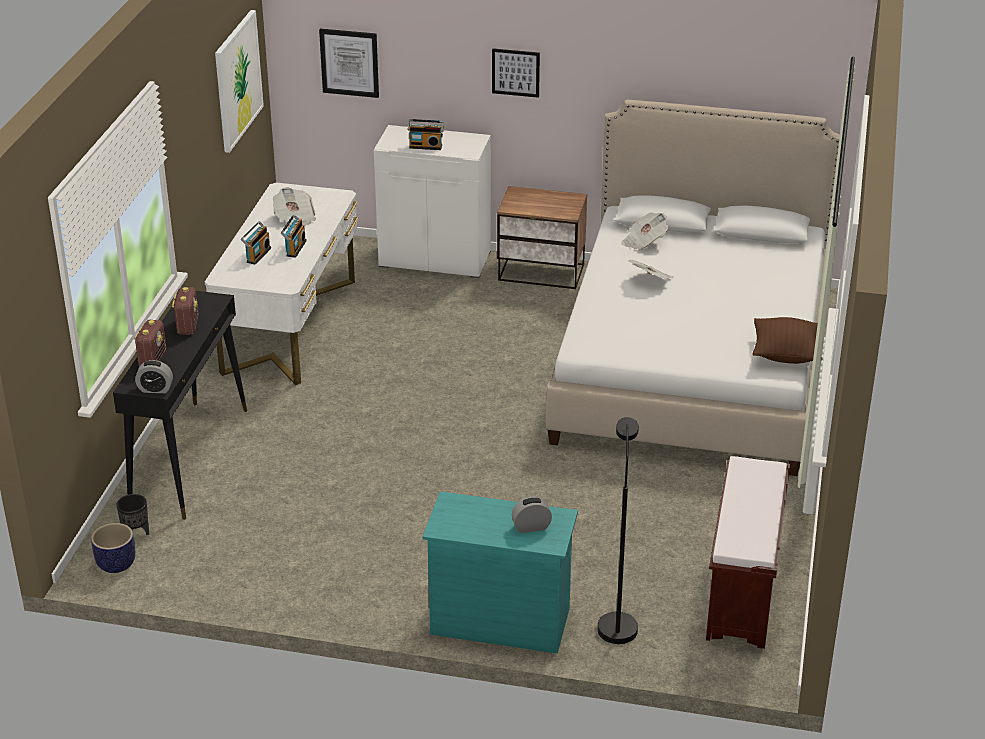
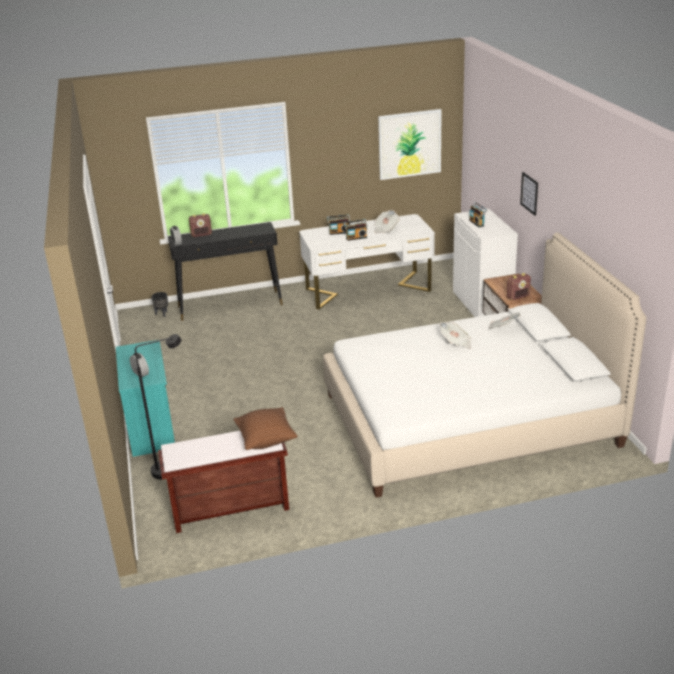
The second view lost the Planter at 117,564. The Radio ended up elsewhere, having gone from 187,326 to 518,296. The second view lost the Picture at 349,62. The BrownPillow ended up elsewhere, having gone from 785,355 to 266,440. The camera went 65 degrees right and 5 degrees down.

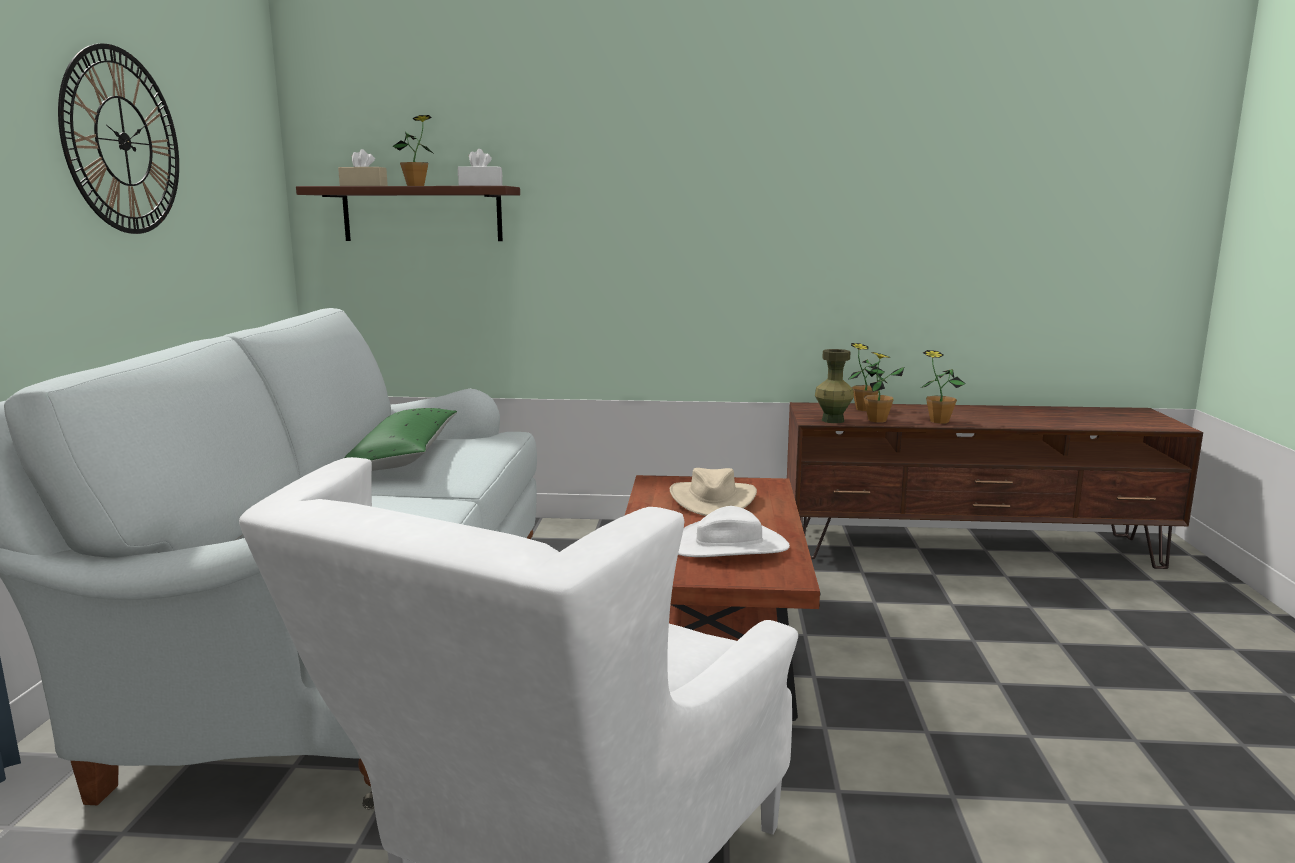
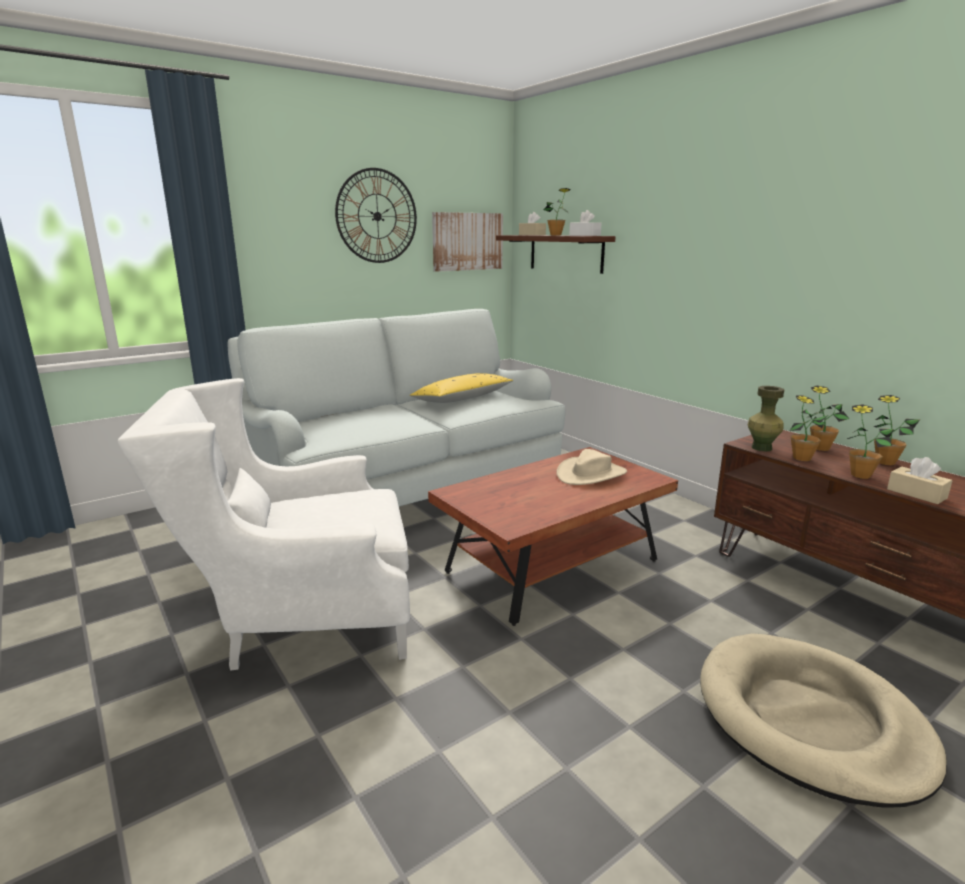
What was the GreenPillow at 402,457 turned into the YellowPillow at 462,399. The second view lost the WhiteHat at 729,546. The second view gained the Picture at 467,241. The second view gained the BeigeDogBed at 809,721. The second view gained the PottedPlant at 885,462. The second view gained the BeigeTissueBox at 916,493. The camera went 50 degrees right and 5 degrees up.

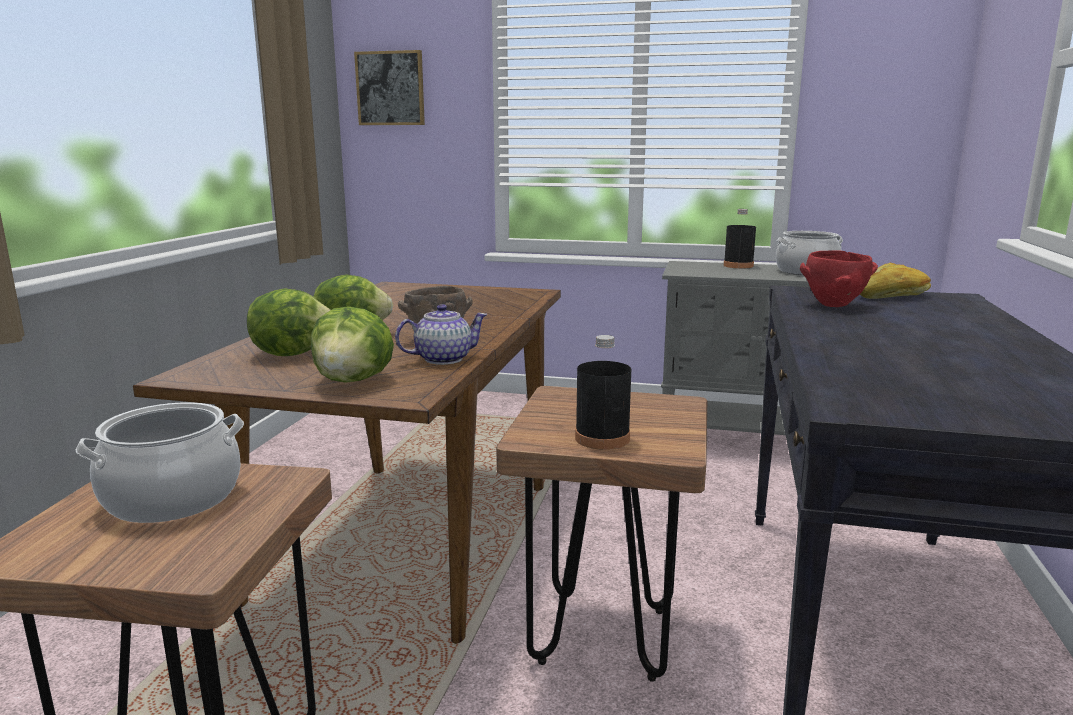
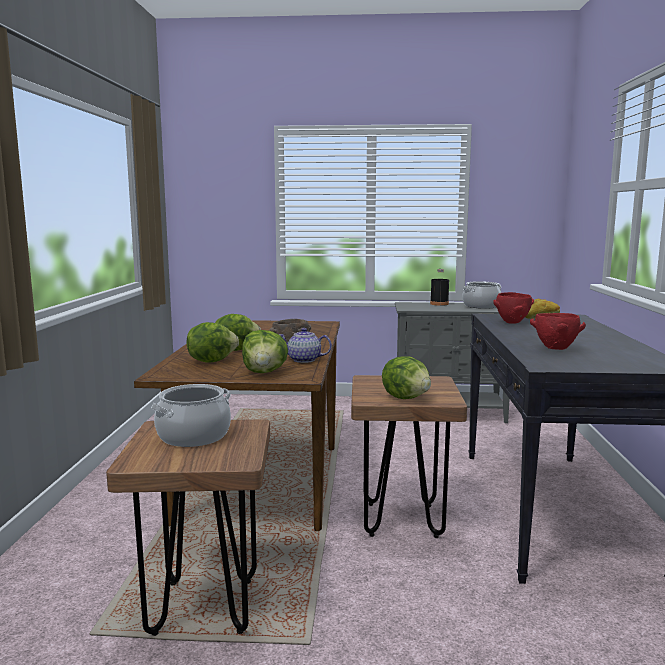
The second view lost the Picture at 390,88. The Teapot at 442,359 ended up facing another way, 135 degrees counterclockwise from before. Where the BlackBottle stood at 602,438, the Lettuce came to stand at 406,397. The second view gained the RedBowl at 556,349. The camera went 10 degrees left and 5 degrees down.

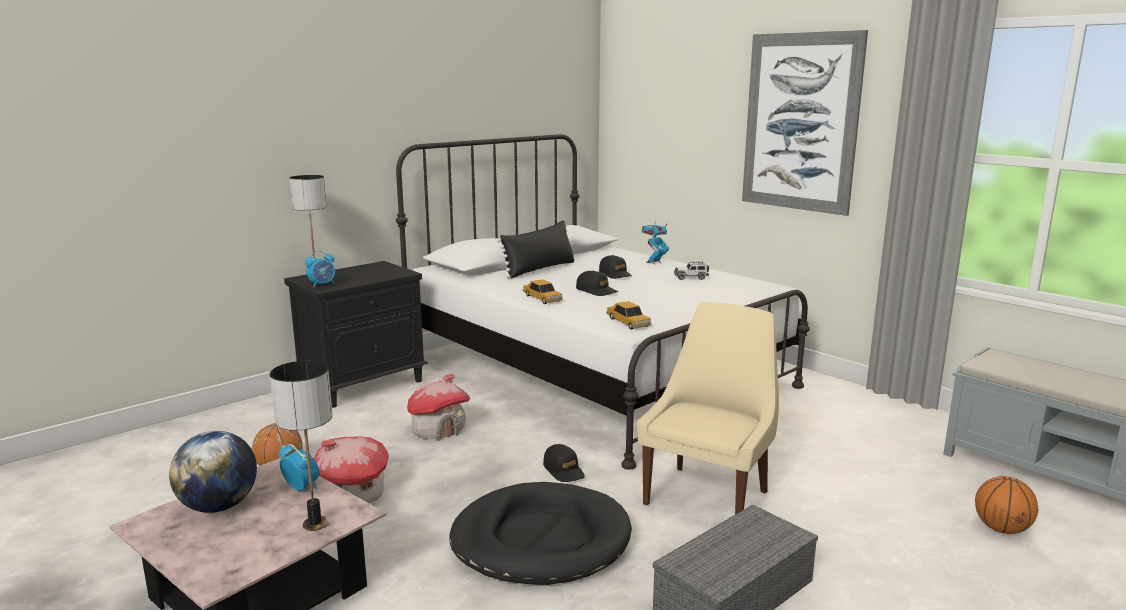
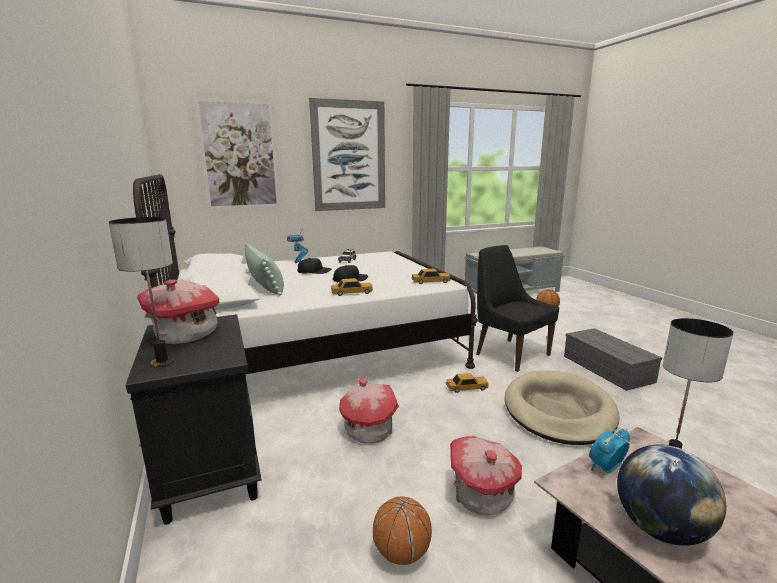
The second view lost the AlarmClock at 322,285. What was the BlackDogBed at 540,540 turned into the BeigeDogBed at 558,411. What was the BlackPillow at 539,269 turned into the GreenPillow at 265,285. Where the BlackCap stood at 564,470, the ToyCar came to stand at 467,388. What was the BeigeChair at 708,496 turned into the BlackChair at 510,354. The second view gained the ToyHouse at 186,334. The second view gained the Picture at 239,155. The camera went 70 degrees left and 0 degrees up.

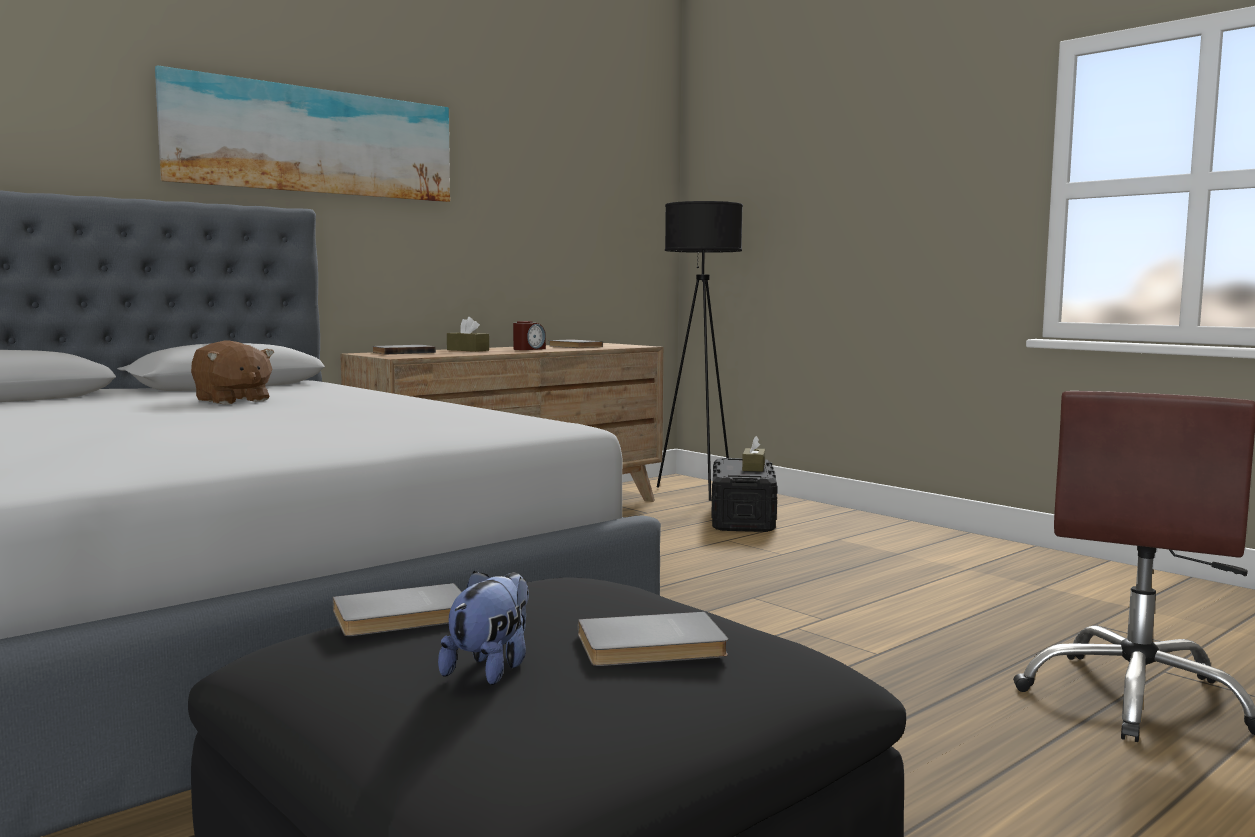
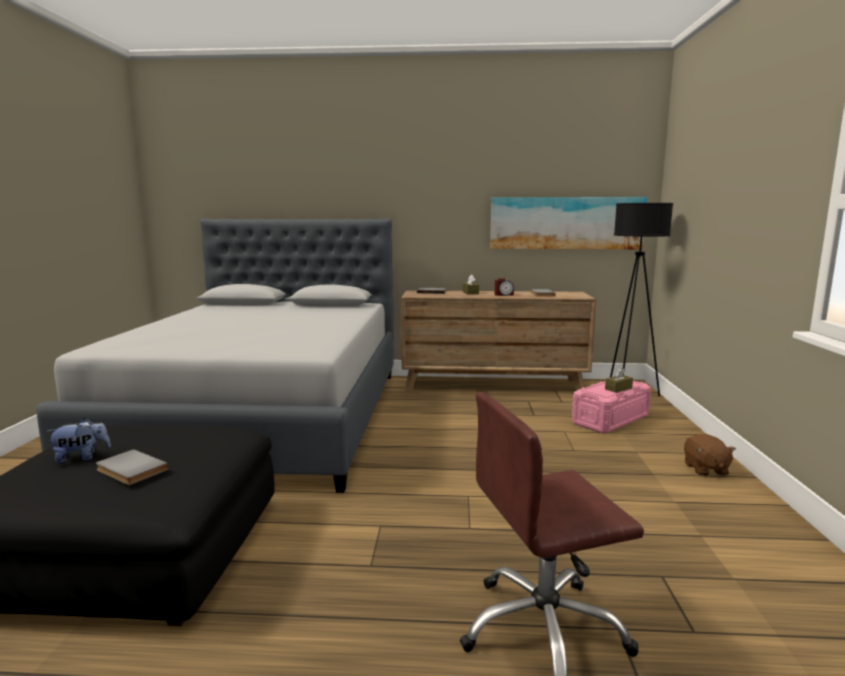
The Picture ended up elsewhere, having gone from 314,141 to 566,223. The BrownPlushToy ended up elsewhere, having gone from 232,401 to 705,469. The second view lost the GreyBook at 403,617. What was the BlackStorageBox at 742,517 turned into the PinkStorageBox at 610,419. The camera went 45 degrees right and 5 degrees up.

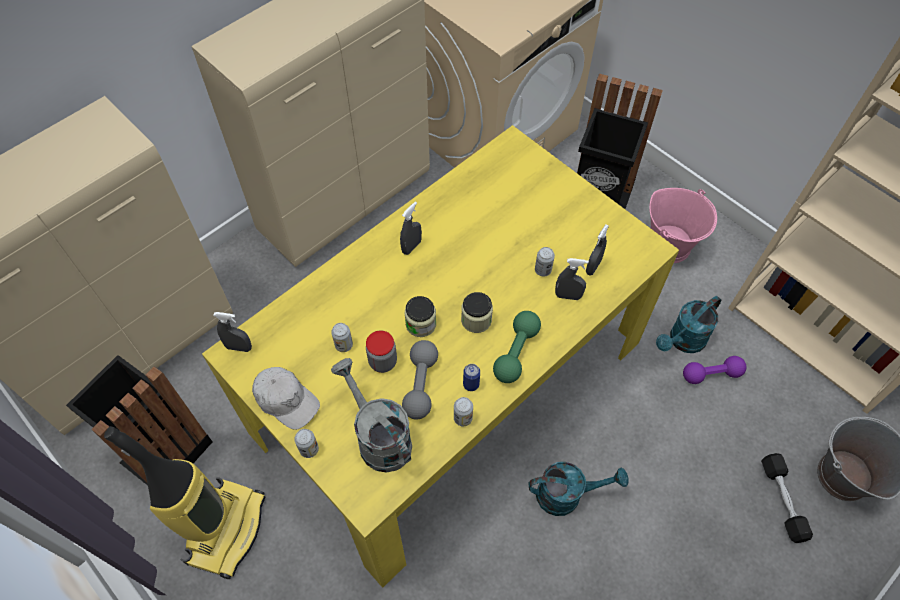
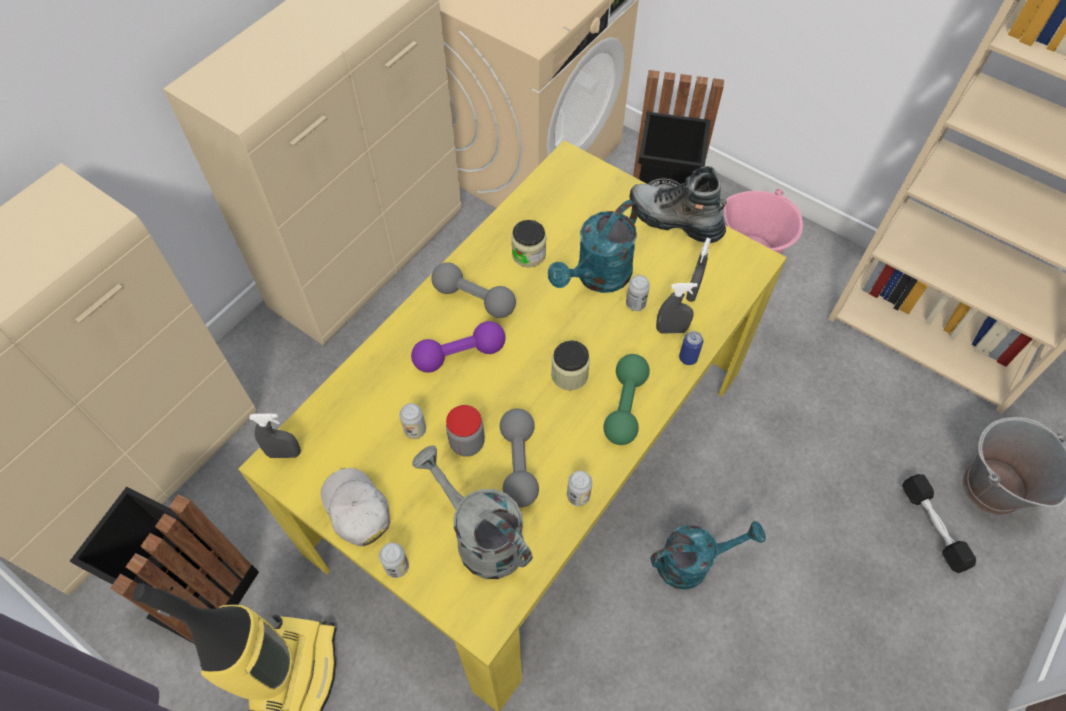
The WhiteCap at 286,400 ended up facing another way, 150 degrees counterclockwise from before. Where the GreySprayBottle stood at 411,247, the GreyDumbbell came to stand at 474,299. The Jar ended up elsewhere, having gone from 421,324 to 529,254. The Can ended up elsewhere, having gone from 471,384 to 688,358. The TurquoiseWateringCan ended up elsewhere, having gone from 683,341 to 597,278. The PurpleDumbbell ended up elsewhere, having gone from 711,374 to 460,355. The second view gained the Boot at 674,220. The camera went 10 degrees left and 0 degrees up.

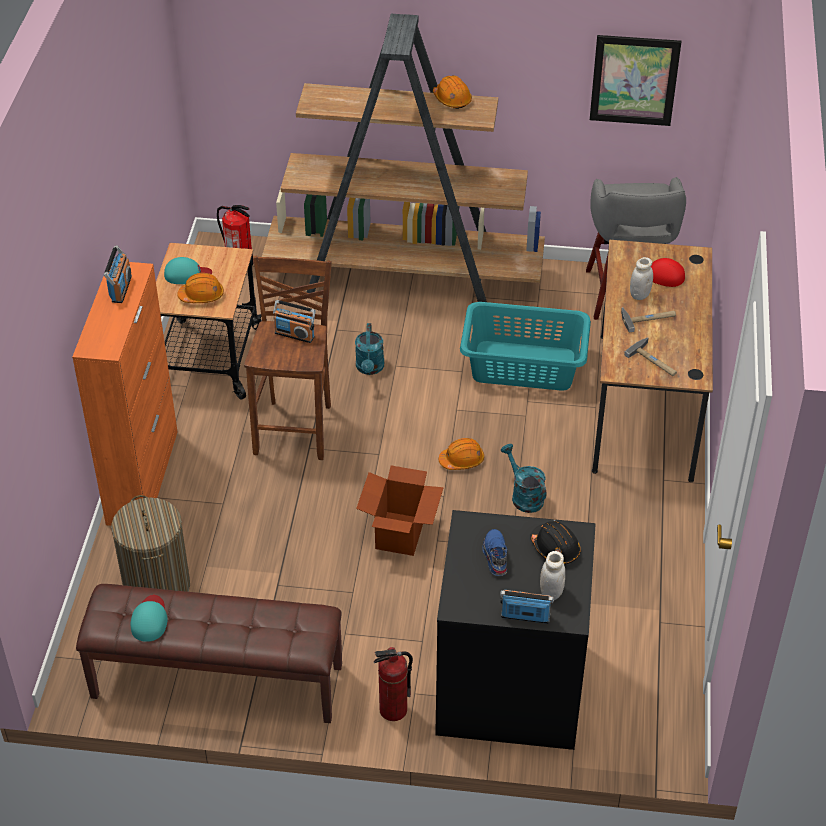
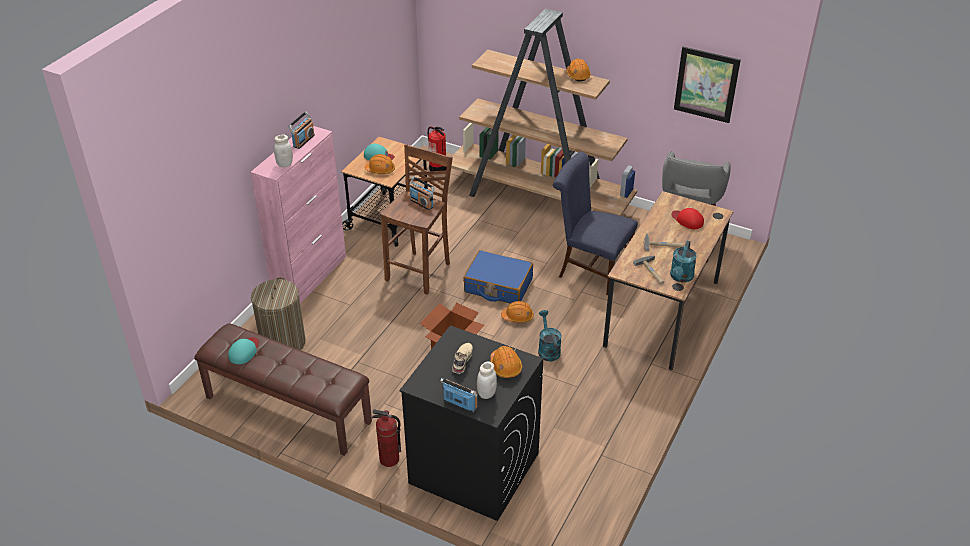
What was the OrangeCabinet at 143,476 turned into the PinkCabinet at 310,277. The TurquoiseWateringCan ended up elsewhere, having gone from 370,368 to 681,277. Where the TurquoiseLaundryBasket stood at 523,365, the BlueChair came to stand at 590,269. What was the BlueShoe at 494,556 turned into the BeigeShoe at 461,360. What was the BlackHardHat at 555,548 turned into the OrangeHardHat at 505,366. The WhiteJar ended up elsewhere, having gone from 639,295 to 285,164. The second view gained the BlueSuitcase at 498,286. The camera went 20 degrees right and 5 degrees down.

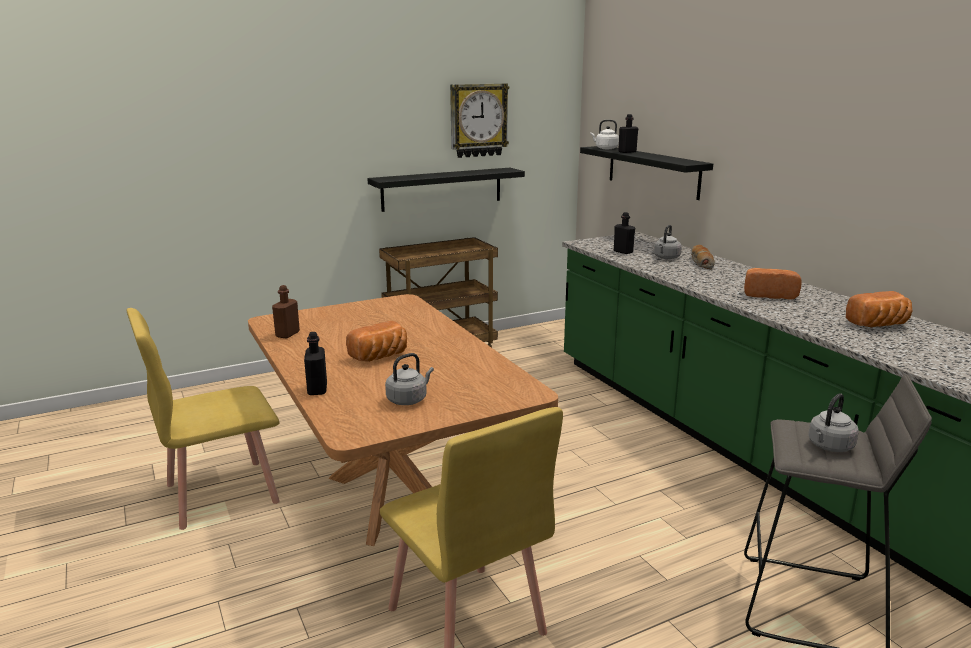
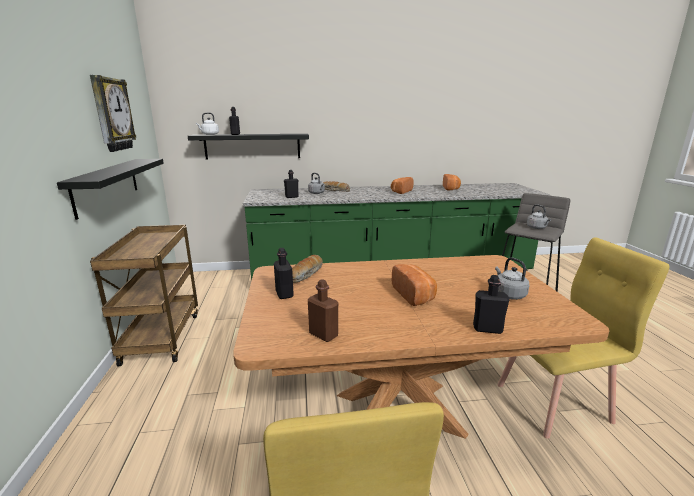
The second view gained the BlackBottle at 284,294. The second view gained the Bread at 306,274. The camera went 70 degrees left and 0 degrees up.

